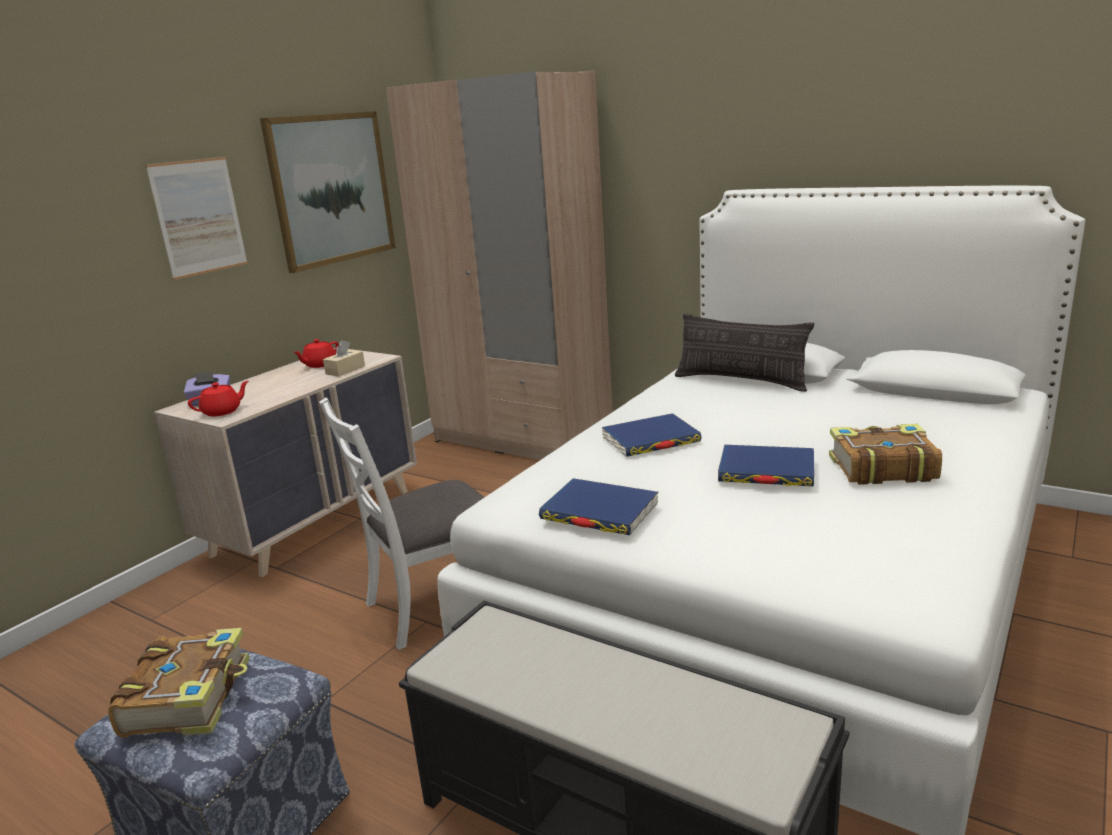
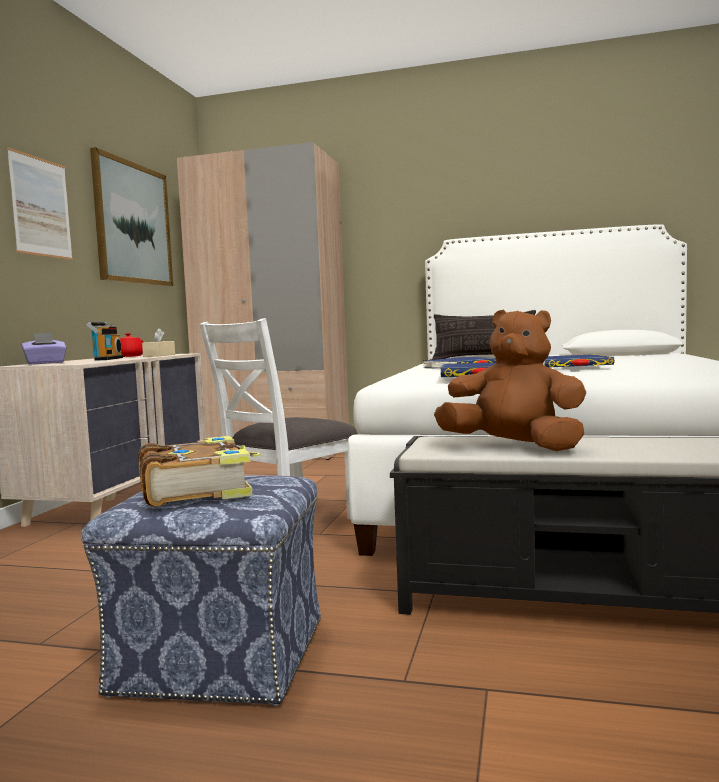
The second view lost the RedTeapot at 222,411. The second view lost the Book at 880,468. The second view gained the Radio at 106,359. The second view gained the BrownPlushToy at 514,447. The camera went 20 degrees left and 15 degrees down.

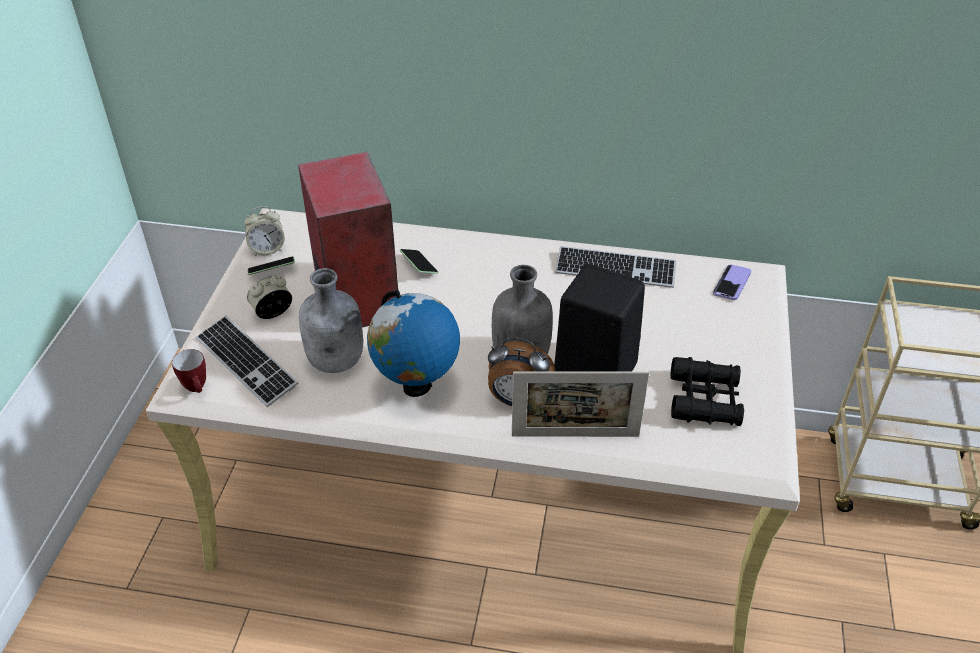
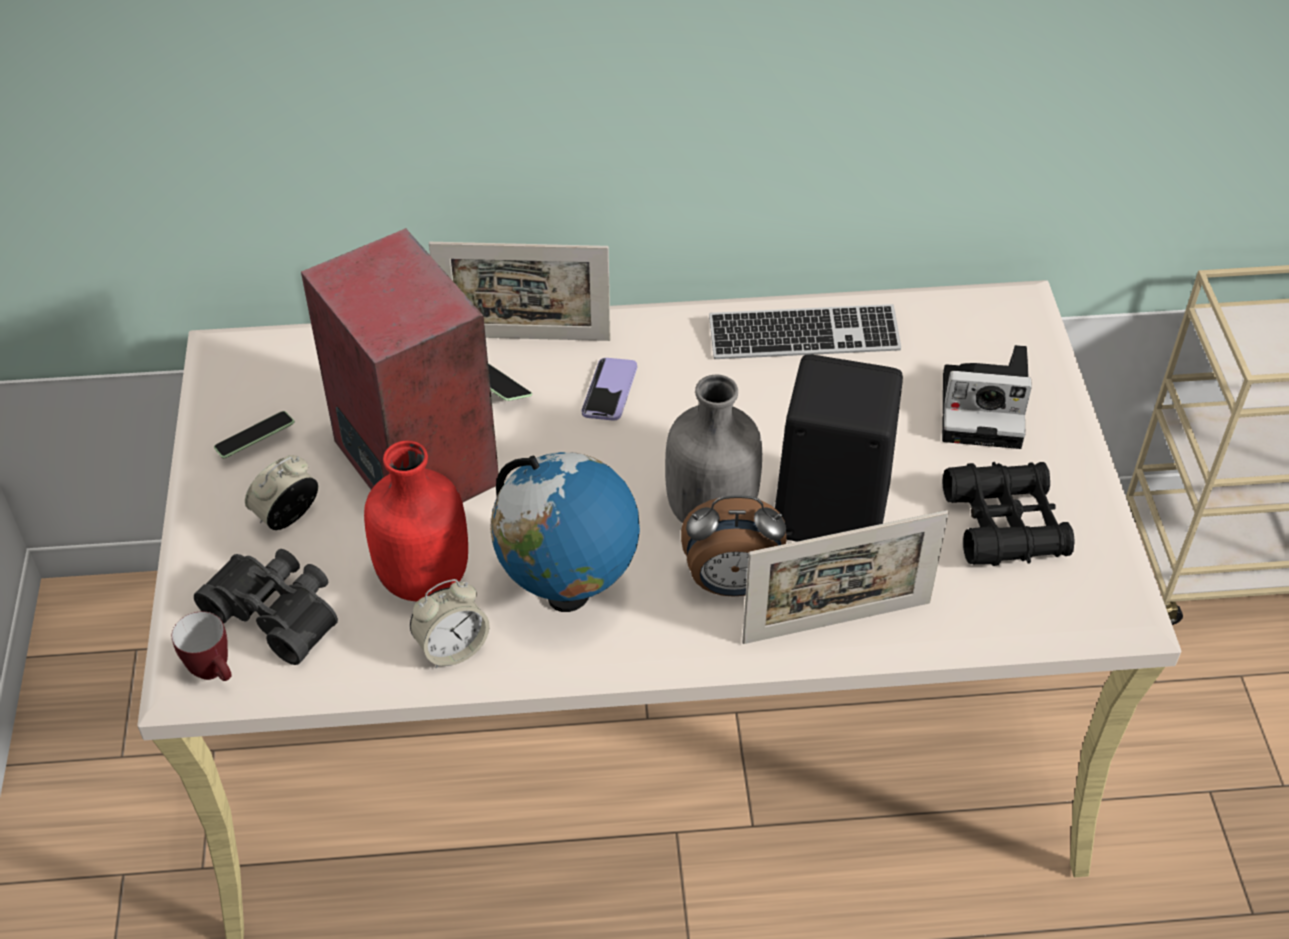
Where the Keyboard stood at 246,363, the BlackBinoculars came to stand at 278,611. The AlarmClock ended up elsewhere, having gone from 267,249 to 452,648. What was the GreyBottle at 337,361 turned into the RedBottle at 426,577. The Phone ended up elsewhere, having gone from 732,283 to 609,391. The second view gained the PictureFrame at 525,338. The second view gained the PhotoCamera at 986,409. The camera went 15 degrees left and 5 degrees up.

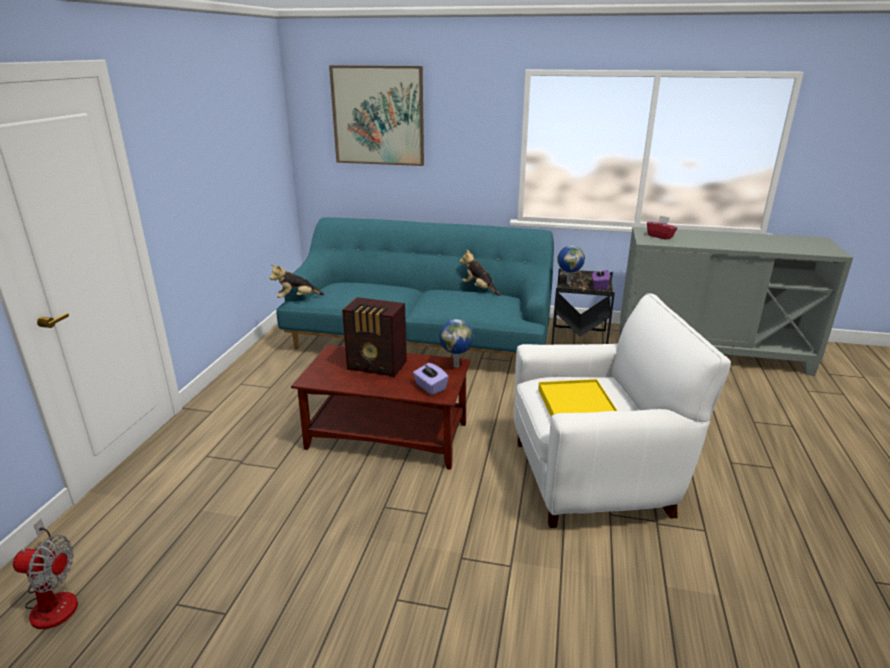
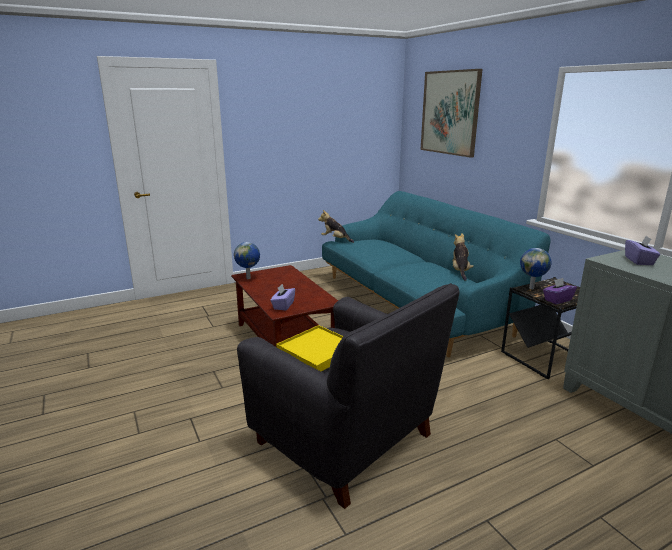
The second view lost the Fan at 54,599. The second view lost the Radio at 377,366. The Globe ended up elsewhere, having gone from 456,365 to 249,278. What was the WhiteArmchair at 594,477 turned into the BlackArmchair at 347,441. What was the RedTissueBox at 660,236 turned into the PurpleTissueBox at 639,261. The camera went 50 degrees right and 5 degrees down.

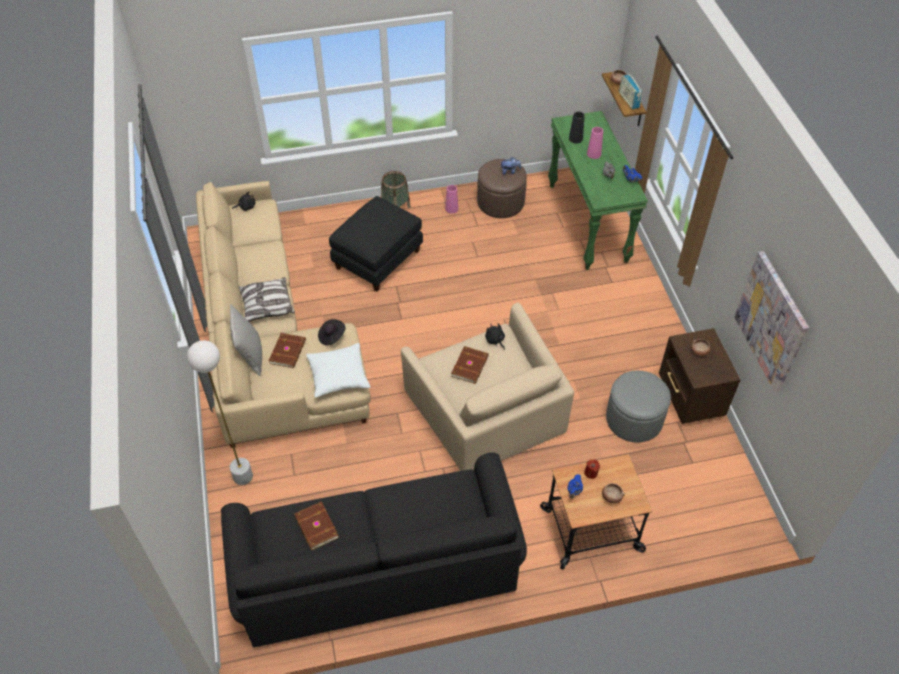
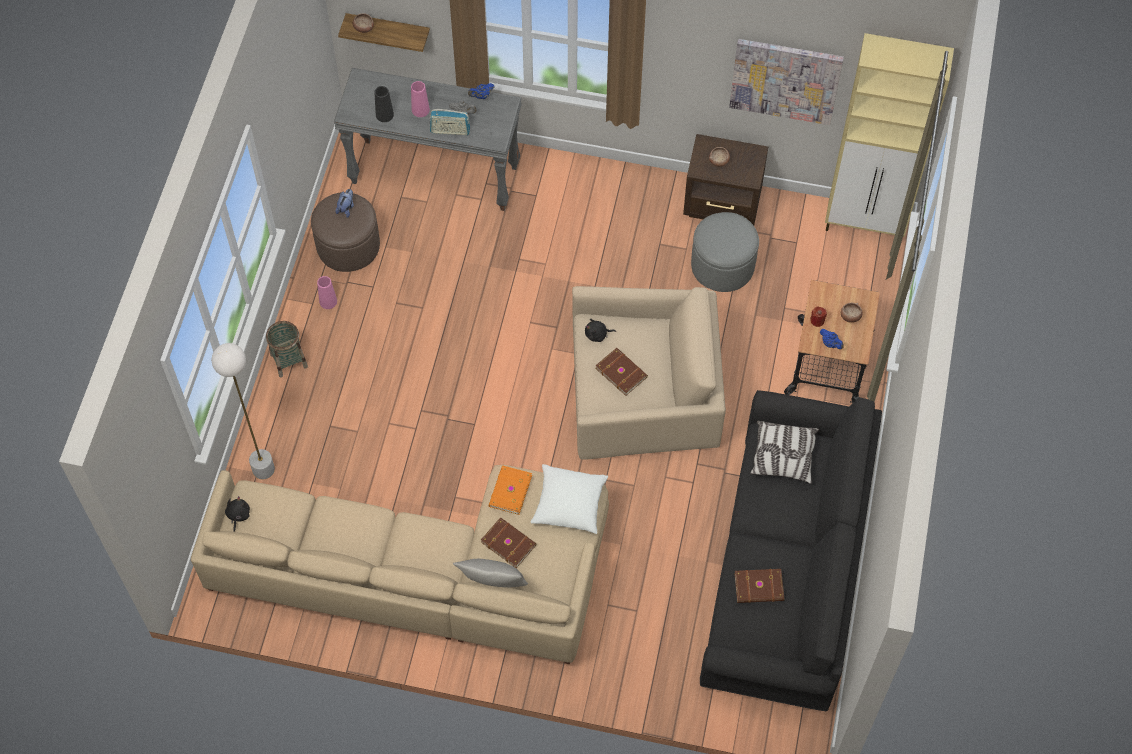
The WhiteFloorLamp ended up elsewhere, having gone from 243,476 to 263,469. The Pillow ended up elsewhere, having gone from 267,306 to 783,457. Where the BlackHat stood at 331,336, the OrangeBook came to stand at 509,491. The second view lost the BlackOttoman at 377,259. What was the GreenConsoleTable at 588,223 turned into the GreyConsoleTable at 435,174. The Radio ended up elsewhere, having gone from 628,100 to 450,130. The second view gained the BeigeCabinet at 865,225. The camera went 65 degrees left and 10 degrees up.

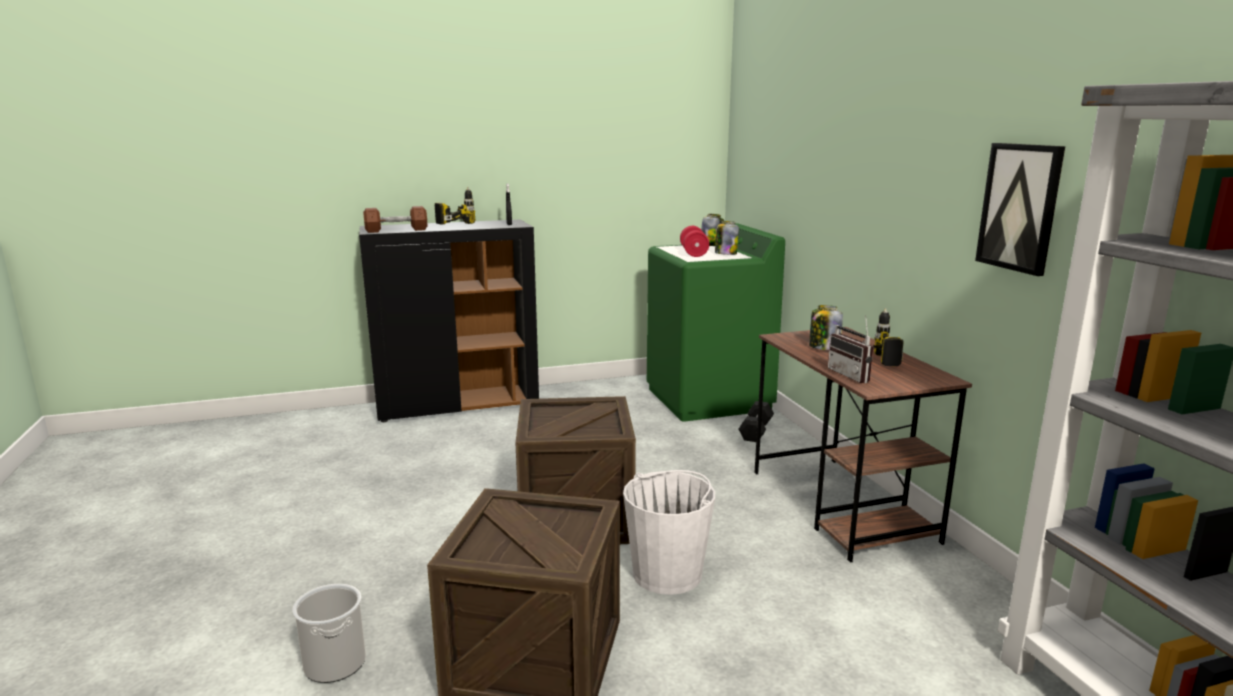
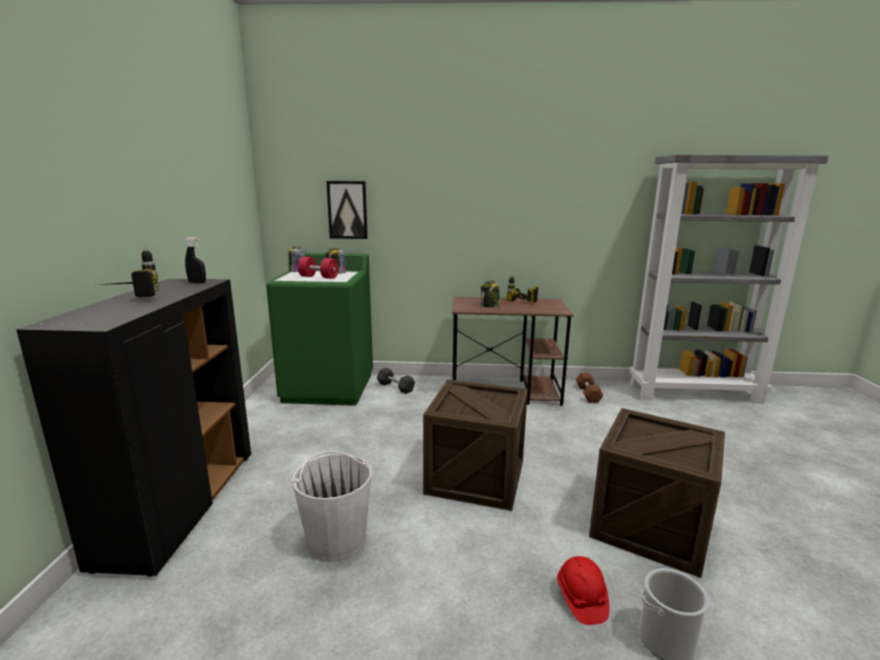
The BrownDumbbell ended up elsewhere, having gone from 396,230 to 588,394. The WhiteBucket ended up elsewhere, having gone from 668,573 to 336,539. The second view lost the Radio at 853,375. The Picture ended up elsewhere, having gone from 1020,207 to 347,210. The second view gained the RedHardHat at 581,599. The camera went 70 degrees left and 0 degrees up.

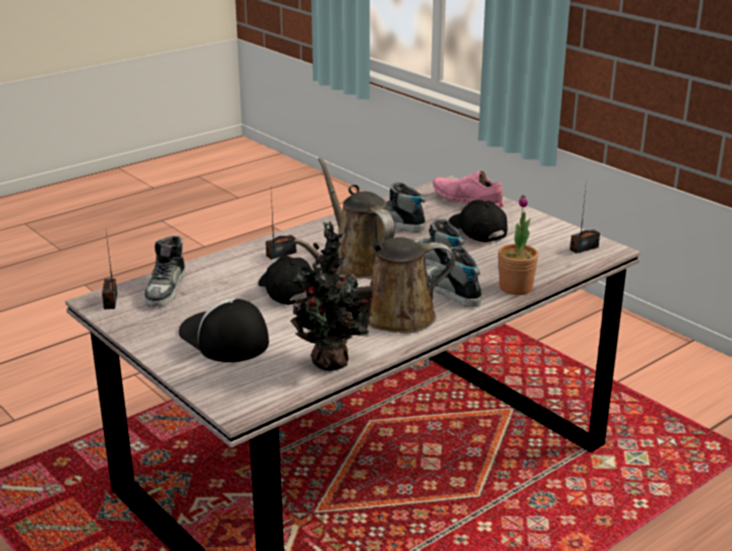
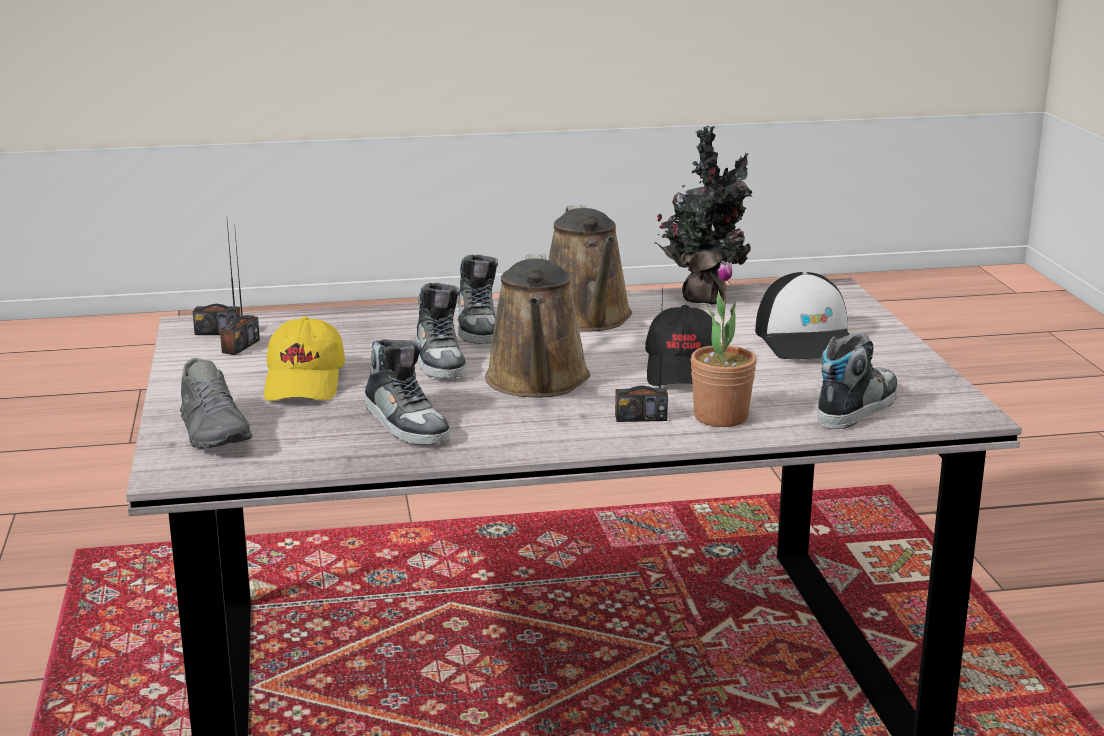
The Radio ended up elsewhere, having gone from 111,301 to 240,346. The BrownWateringCan at 390,317 ended up facing another way, 60 degrees clockwise from before. What was the PinkShoe at 467,201 turned into the GreyShoe at 215,432. What was the BlackCap at 476,232 turned into the YellowCap at 305,382. The PottedPlant ended up elsewhere, having gone from 515,288 to 721,417. The camera went 150 degrees left and 5 degrees down.

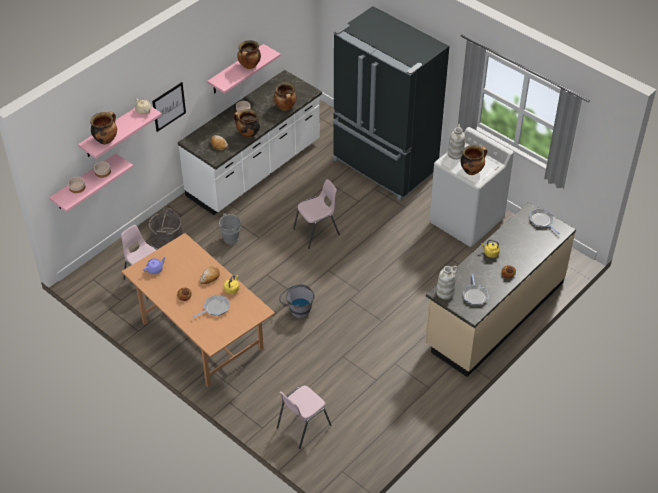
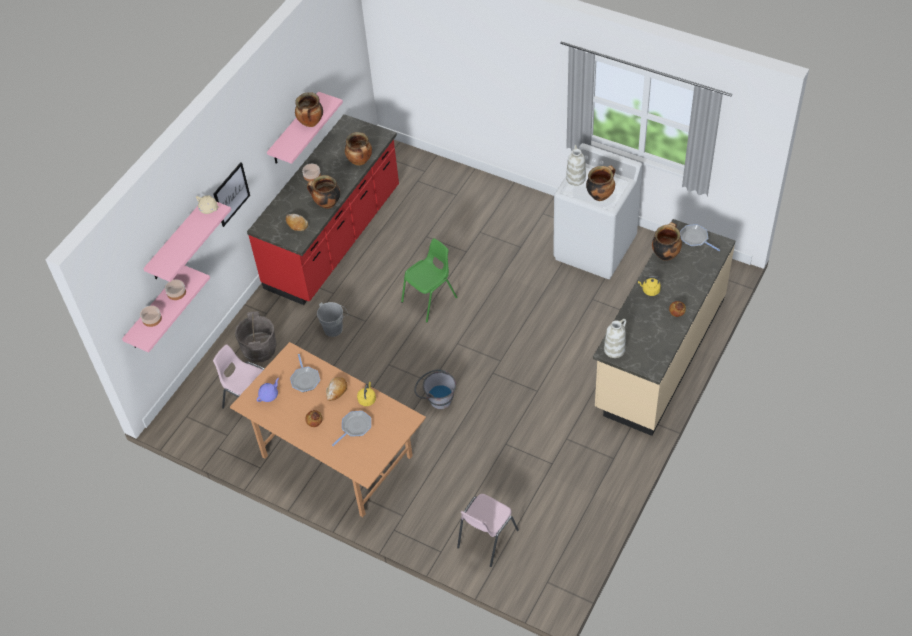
The CookingPot ended up elsewhere, having gone from 106,139 to 665,254. What was the WhiteCounter at 254,170 turned into the RedCounter at 334,238. What was the PinkChair at 317,232 turned into the GreenChair at 430,300. The second view lost the BlackFridge at 383,166. The FryingPan ended up elsewhere, having gone from 475,295 to 305,379. The camera went 10 degrees left and 5 degrees up.

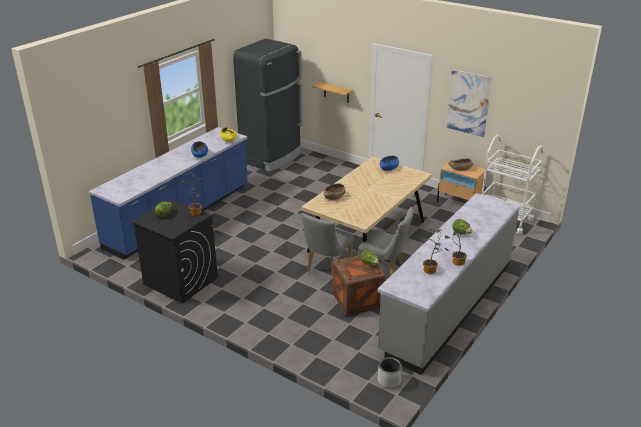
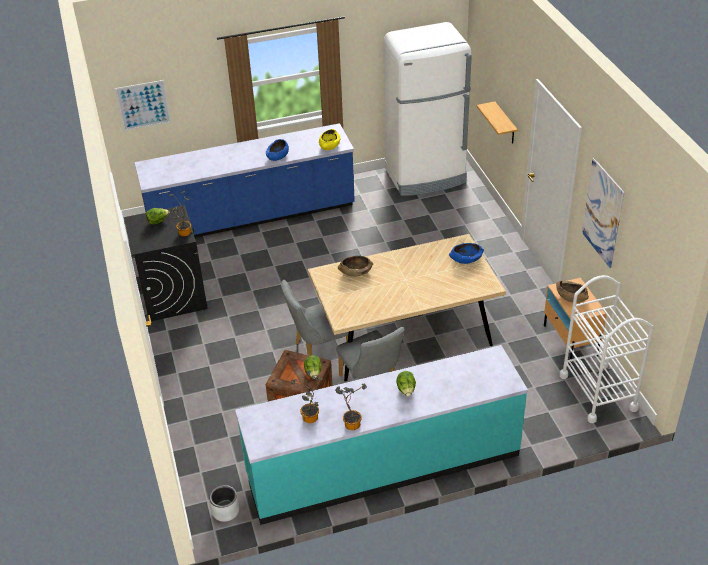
What was the BlackFridge at 271,157 turned into the WhiteFridge at 426,176. What was the GreyCounter at 447,305 turned into the TurquoiseCounter at 383,465. The second view gained the Picture at 143,105. The camera went 40 degrees right and 10 degrees up.

